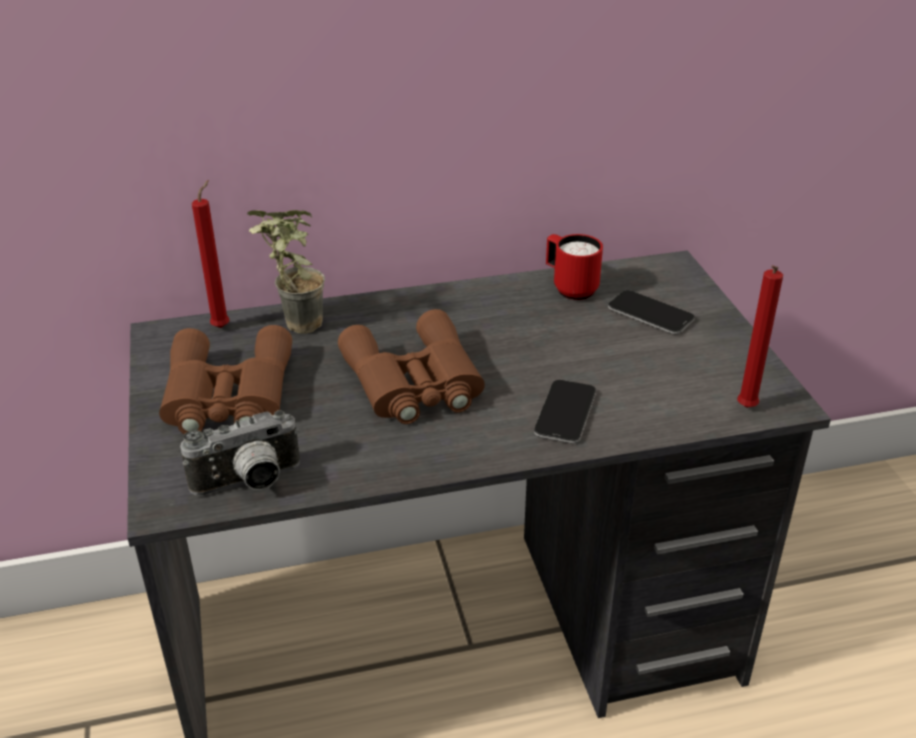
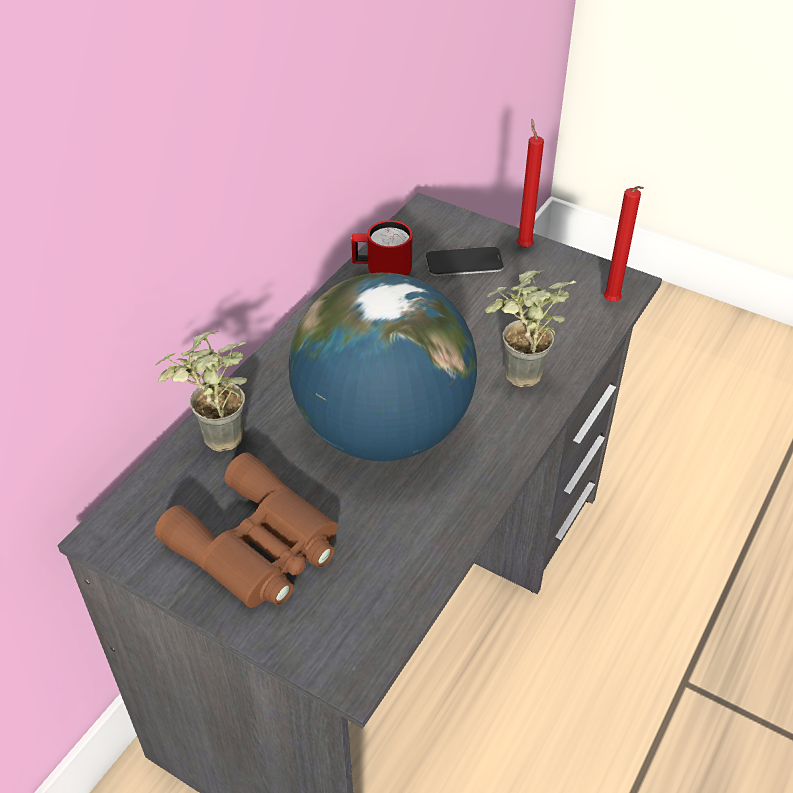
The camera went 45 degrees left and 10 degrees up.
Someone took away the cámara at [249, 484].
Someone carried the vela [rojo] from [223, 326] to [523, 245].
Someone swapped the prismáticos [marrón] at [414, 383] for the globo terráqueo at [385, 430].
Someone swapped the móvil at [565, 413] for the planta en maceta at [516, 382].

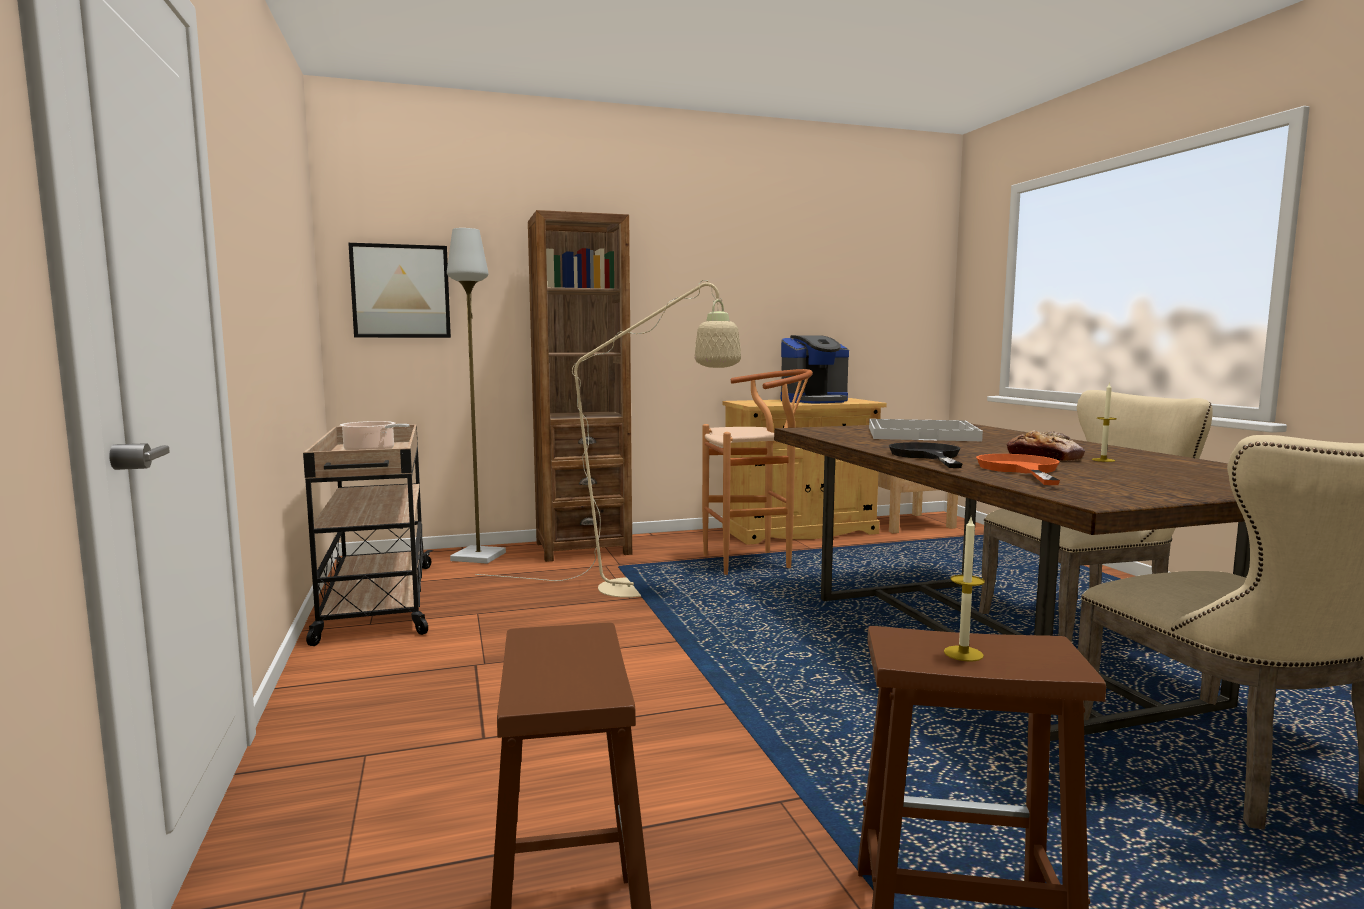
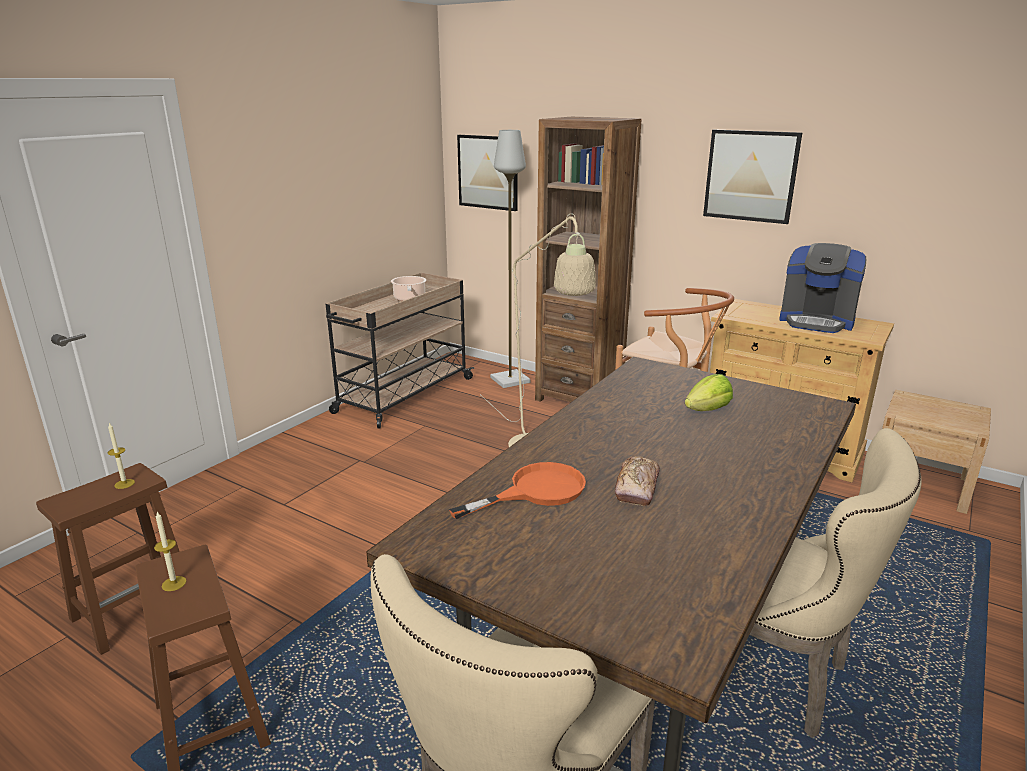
The camera went 50 degrees right and 15 degrees up.
Someone swapped the bandeja [blanco] at [922, 434] for the lechuga at [707, 410].
Someone took away the sartén [negro] at [927, 456].
Someone carried the vela from [1103, 460] to [124, 484].
Someone put up the cuadro at [750, 176].

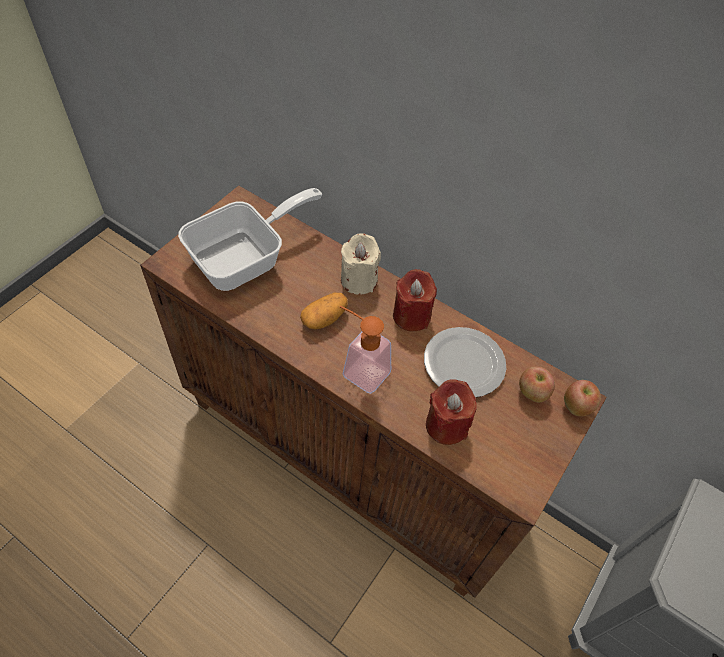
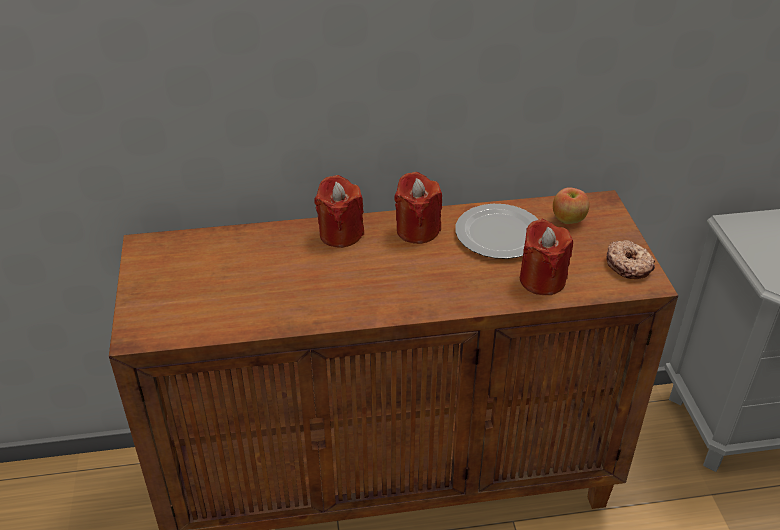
The camera went 40 degrees left and 15 degrees down.
Someone took away the sartén at [246, 259].
Someone took away the patata at [324, 318].
Someone took away the dispensador de jabón at [359, 369].
Someone repainted the vela [beis] at [359, 280], which became the vela [rojo] at [340, 234].
Someone took away the manzana at [576, 406].
Someone put down the rosquilla at [628, 265].

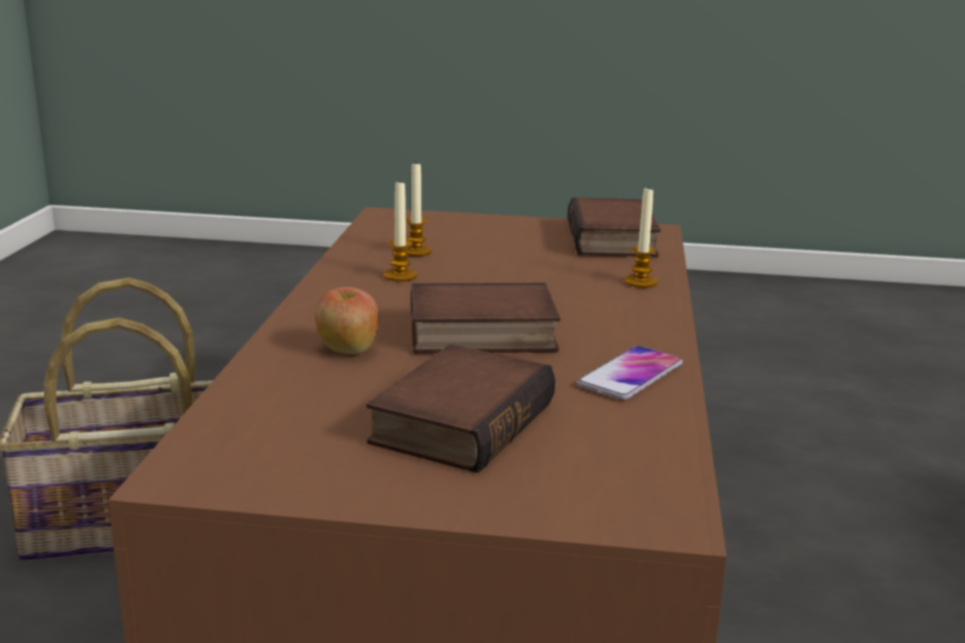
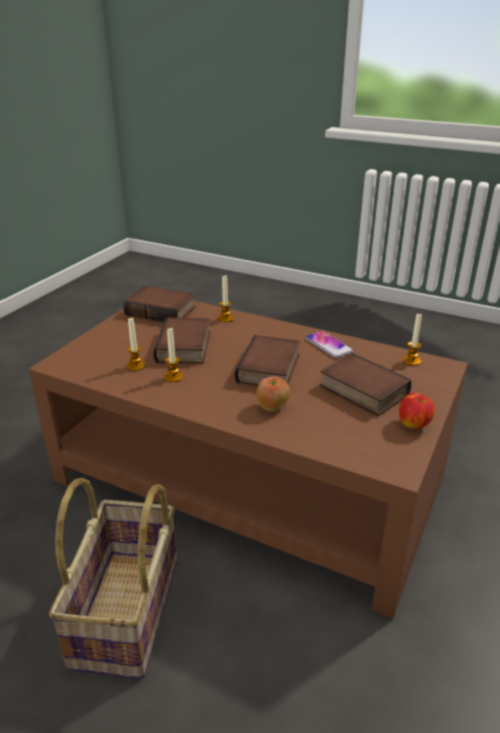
The camera went 70 degrees left and 10 degrees up.
Someone put down the libro at [185, 347].
Someone put down the manzana at [414, 424].
Someone put down the vela at [411, 361].

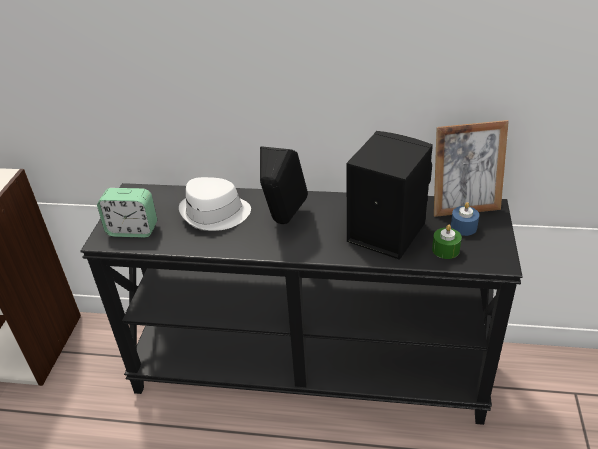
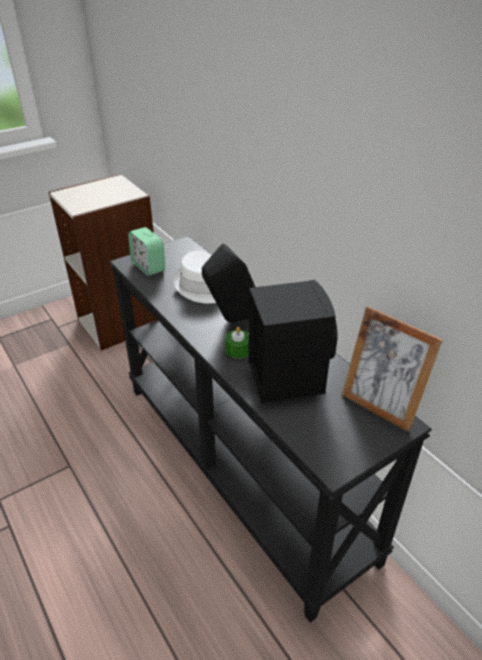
The camera went 45 degrees right and 0 degrees up.
Someone carried the vela [verde] from [445, 250] to [238, 350].
Someone took away the vela [azul] at [463, 227].

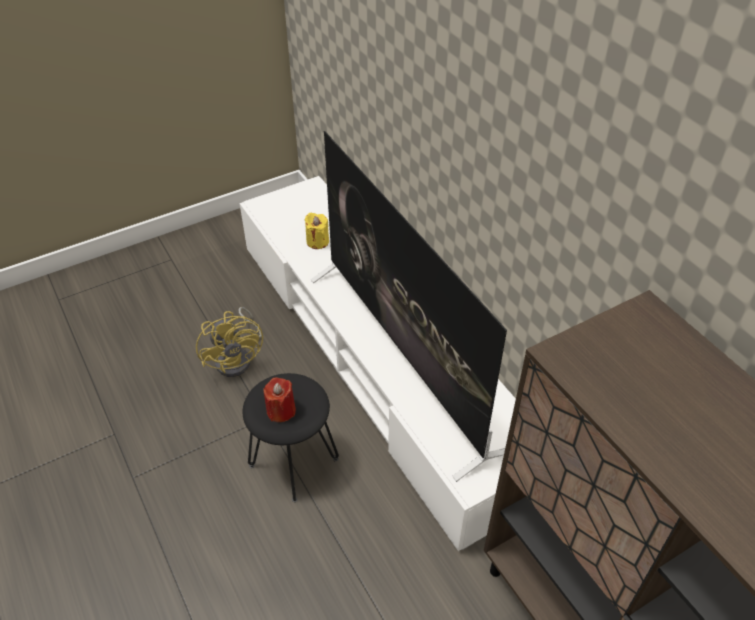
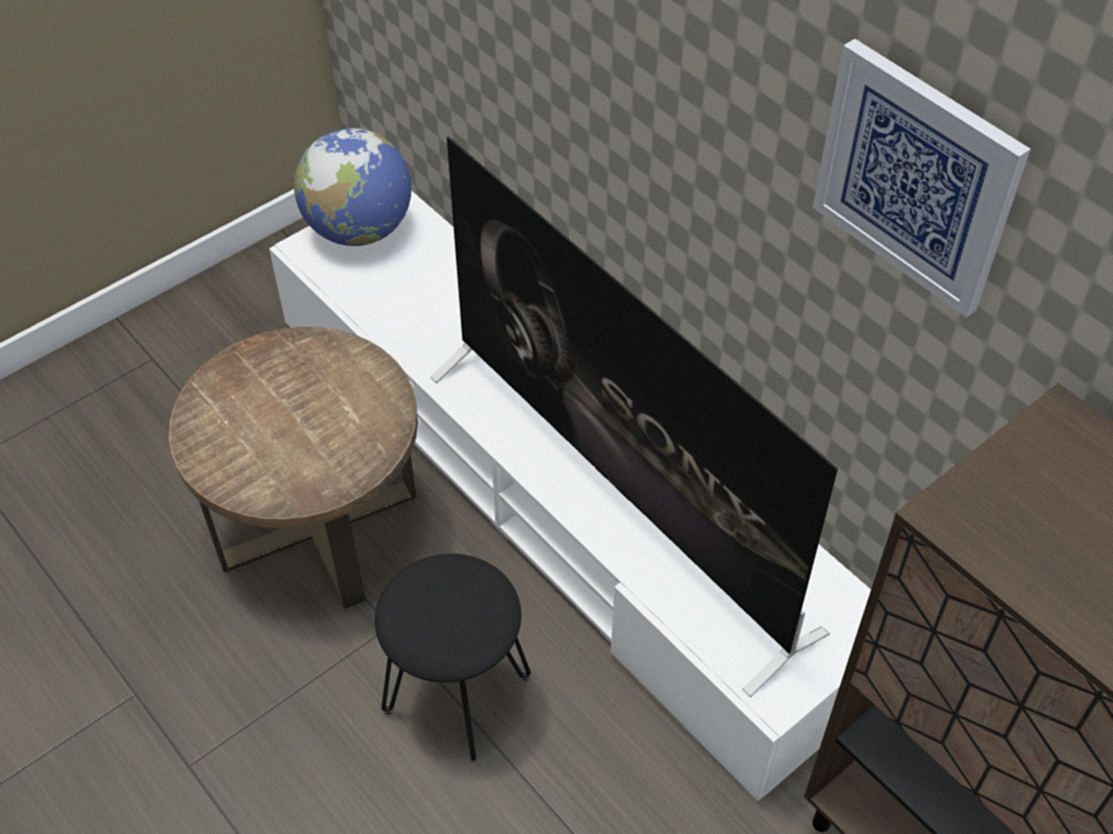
The camera went 10 degrees left and 5 degrees up.
Someone swapped the ventilador [amarillo] at [238, 358] for the mesa auxiliar [marrón] at [318, 526].
Someone took away the vela [rojo] at [281, 410].
Someone took away the vela [amarillo] at [317, 241].
Someone put down the globo terráqueo at [359, 230].
Someone put up the cuadro at [917, 177].

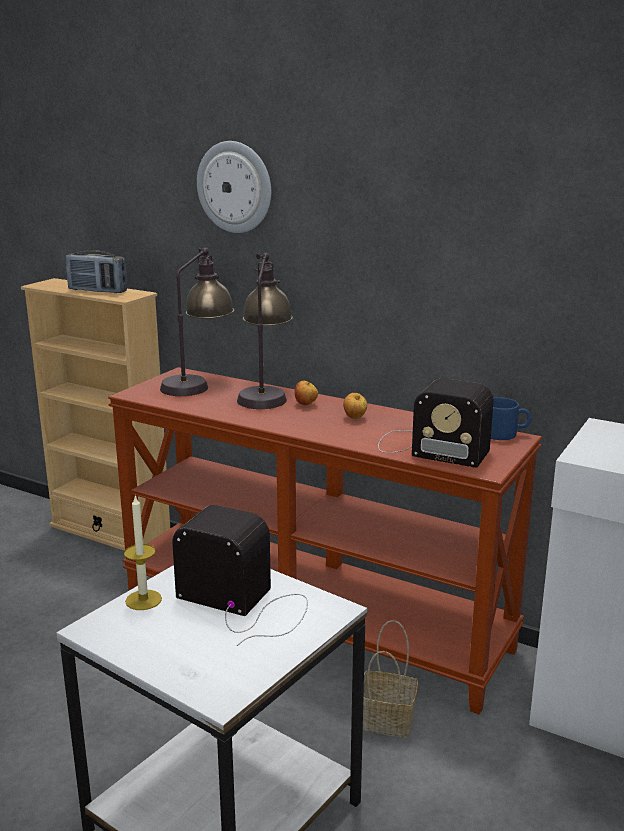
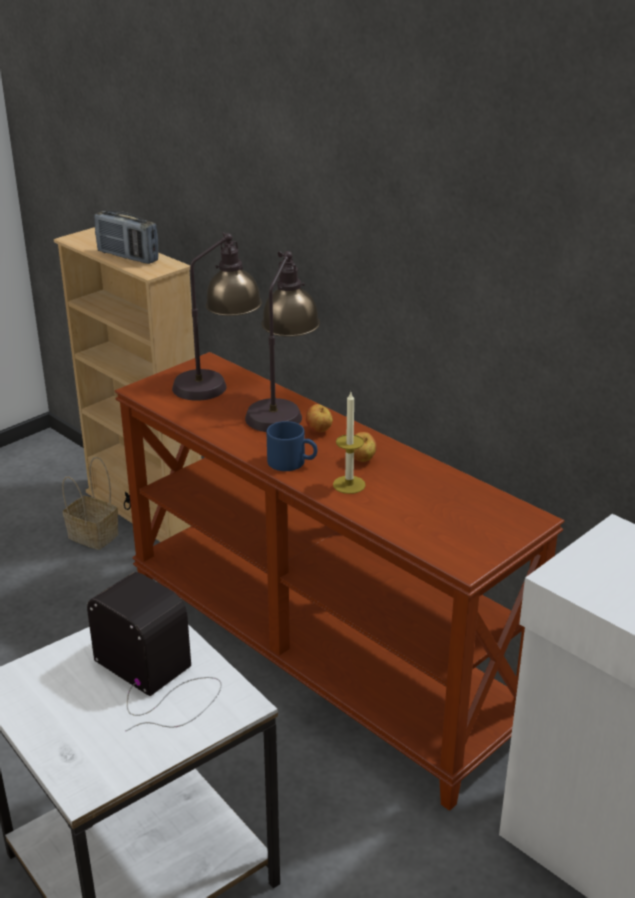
The camera went 15 degrees right and 10 degrees up.
Someone carried the vela from [143, 600] to [349, 484].
Someone took away the reloj de pared at [235, 187].
Someone carried the cesta from [384, 721] to [91, 536].
Someone took away the radio at [428, 447].
Someone carried the taza grande [azul] from [505, 433] to [292, 462].

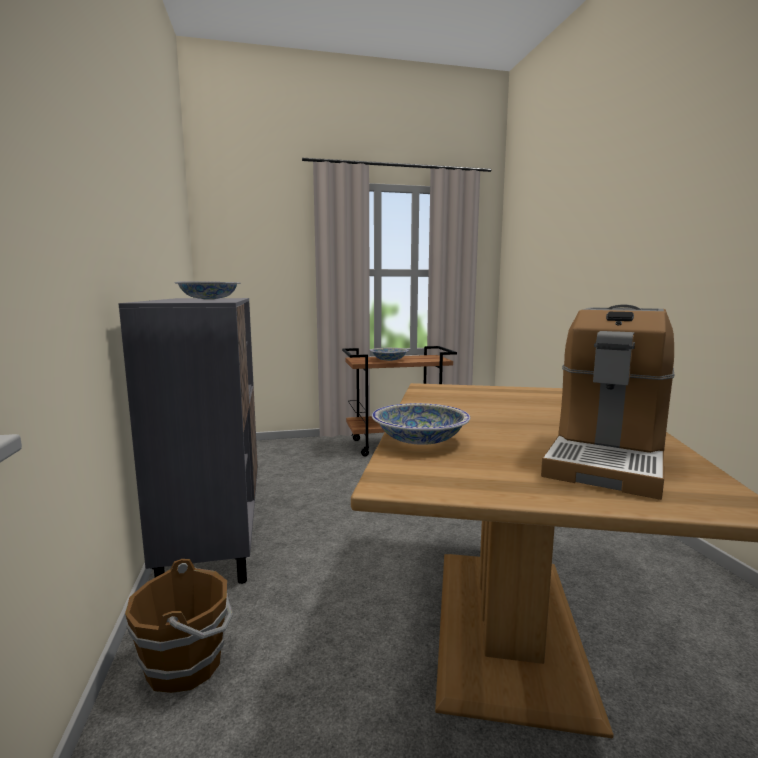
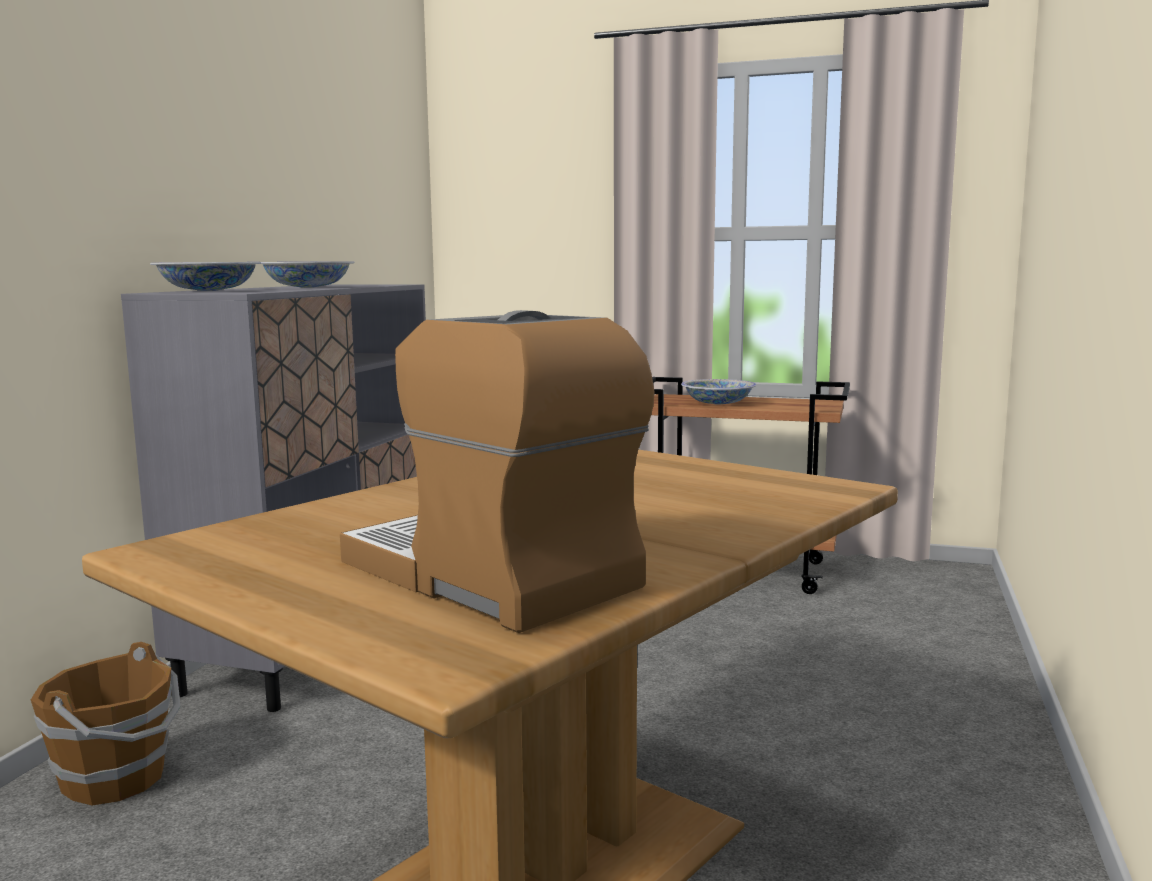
The camera went 30 degrees right and 0 degrees up.
Someone carried the cuenco from [420, 440] to [209, 291].
Someone rotated the cafetera at [607, 457] by 75 degrees clockwise.

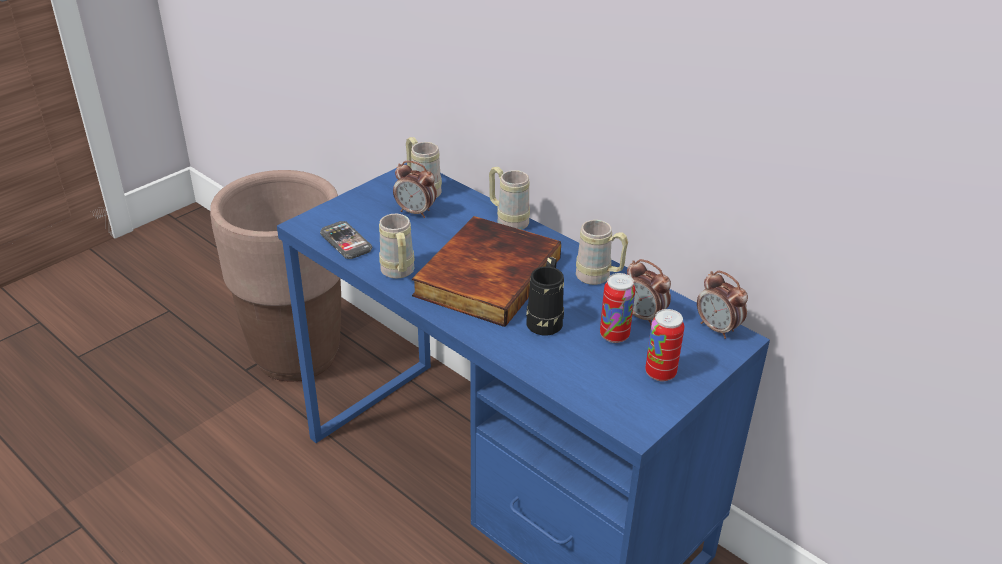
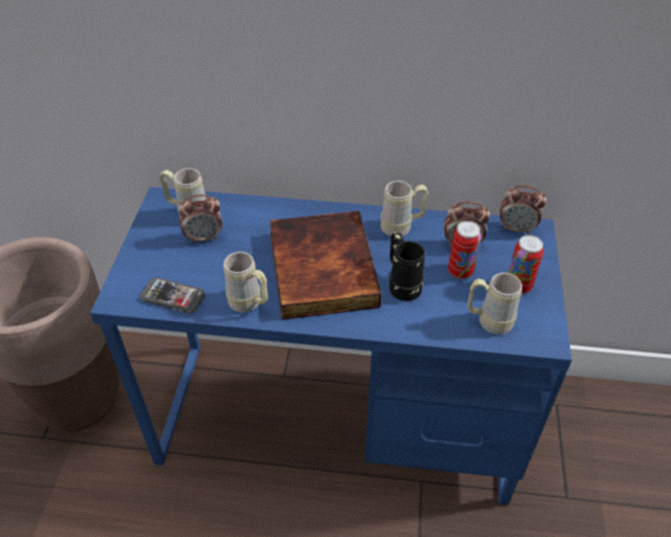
The camera went 35 degrees left and 10 degrees up.
Someone carried the taza grande [beis] from [508, 220] to [488, 321].

